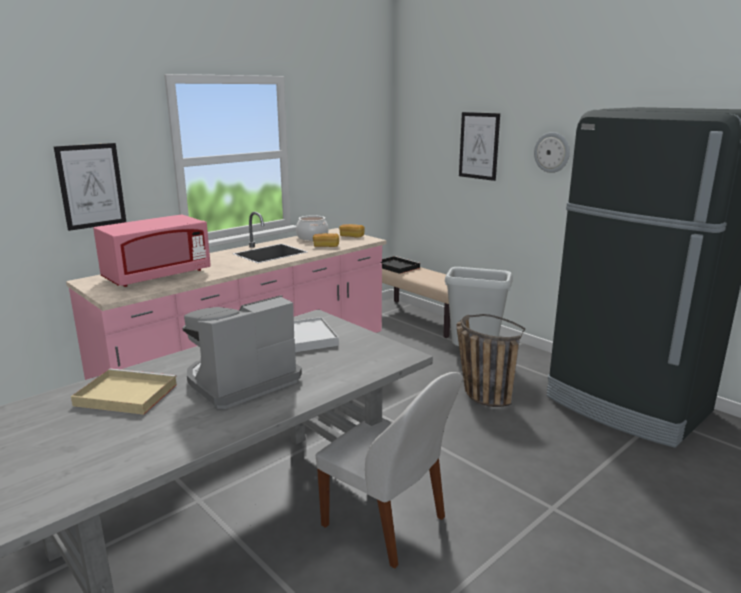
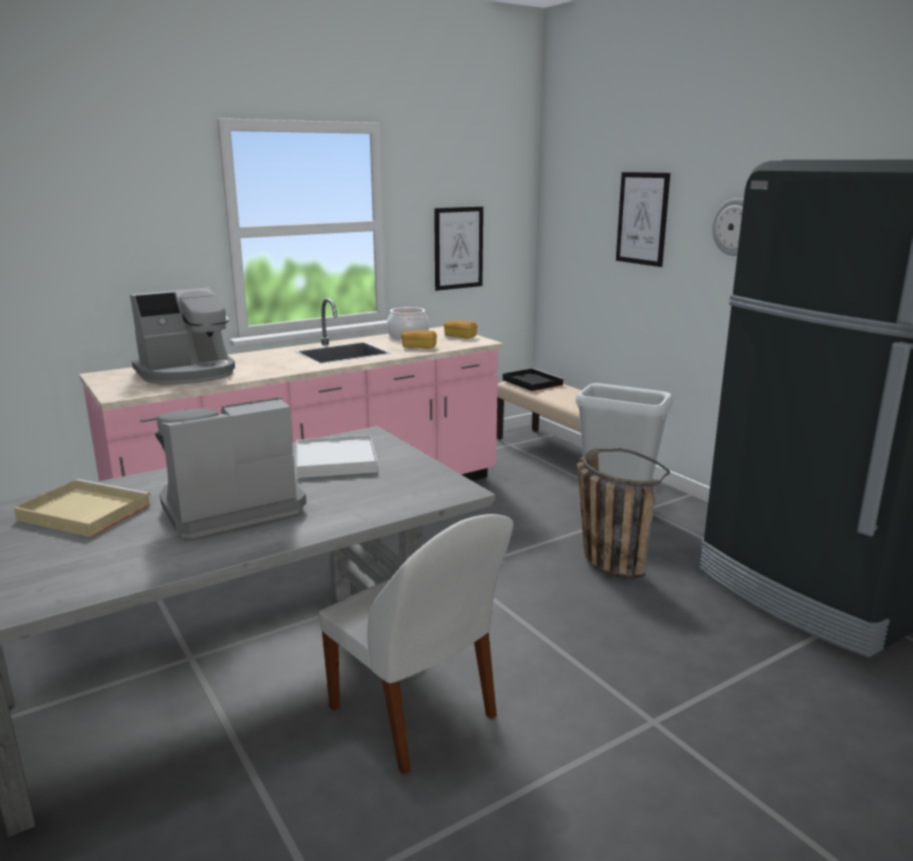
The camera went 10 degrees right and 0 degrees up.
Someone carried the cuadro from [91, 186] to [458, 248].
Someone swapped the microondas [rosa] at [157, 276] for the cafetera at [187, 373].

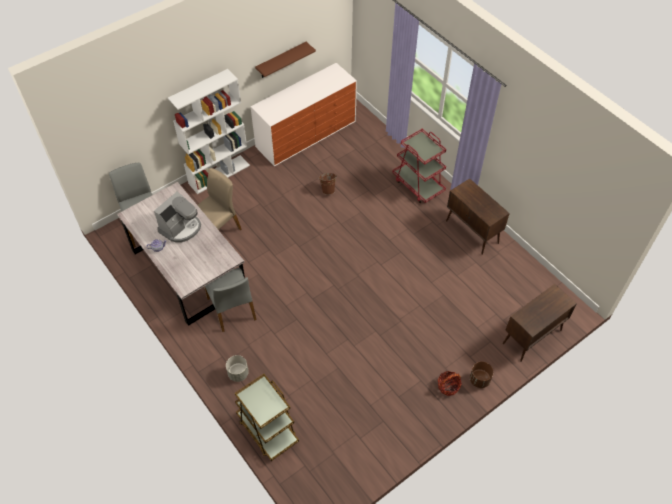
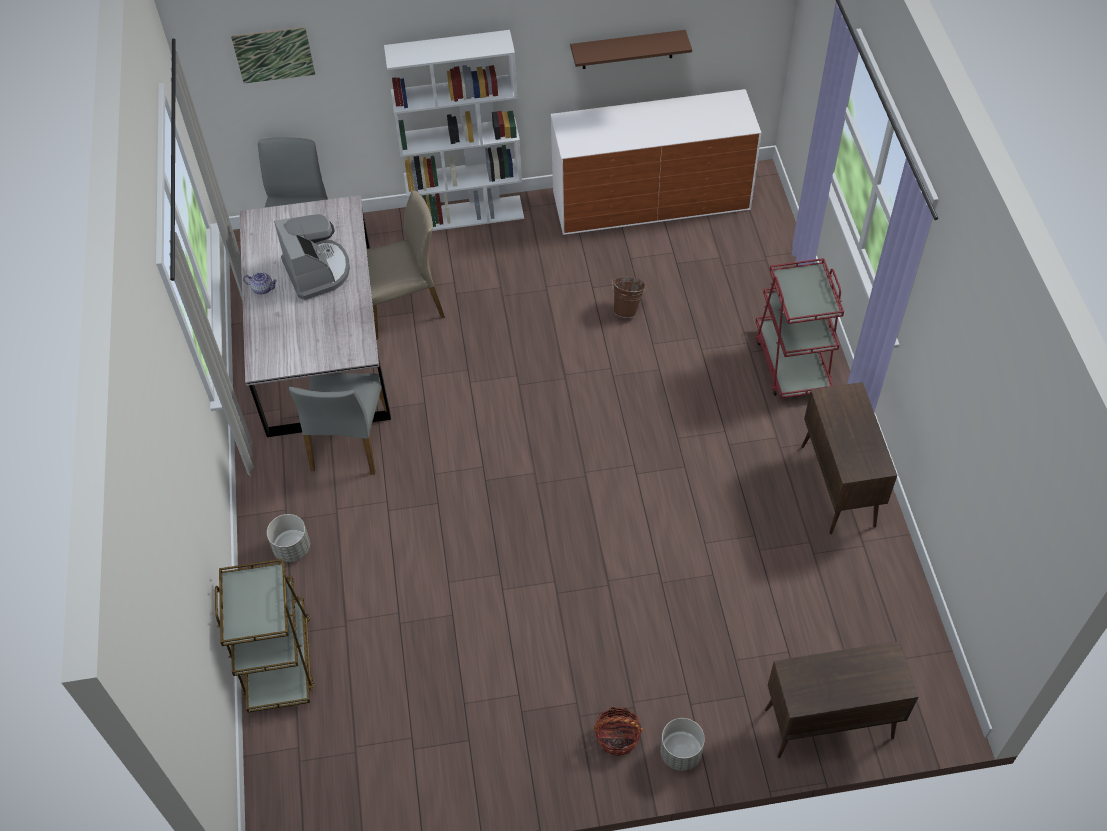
The camera went 30 degrees right and 0 degrees up.
Someone rotated the cafetera at [181, 228] by 90 degrees counterclockwise.
Someone repainted the maceta [marrón] at [479, 380], which became the maceta [gris] at [680, 753].
Someone put up the cuadro at [274, 55].

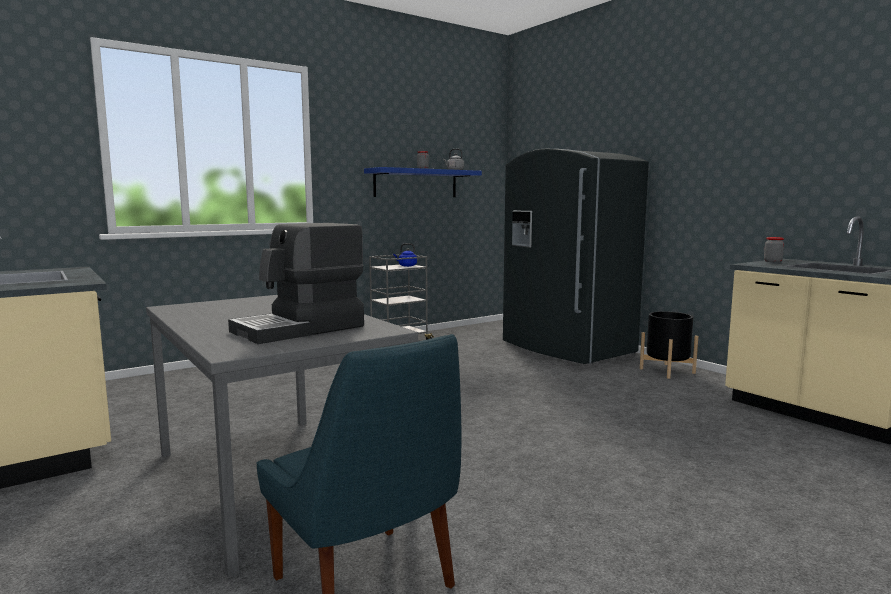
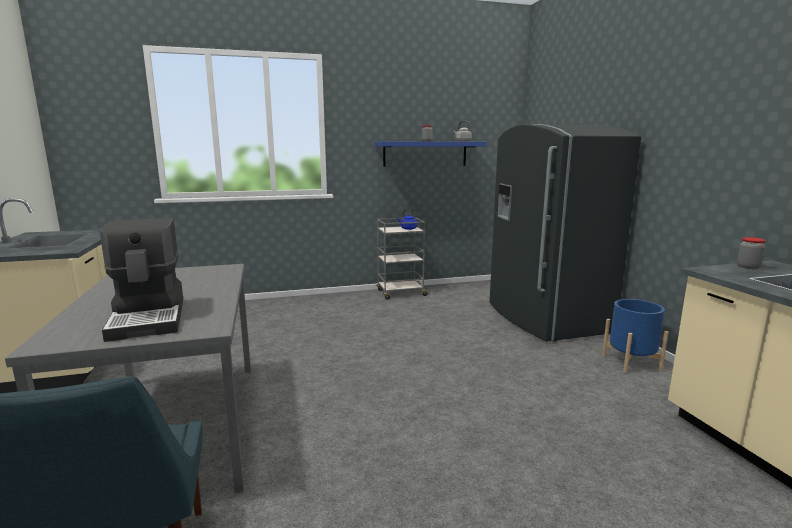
The camera went 20 degrees right and 5 degrees up.
Someone rotated the cafetera at [300, 329] by 90 degrees counterclockwise.
Someone repainted the maceta [negro] at [667, 371], which became the maceta [azul] at [631, 362].

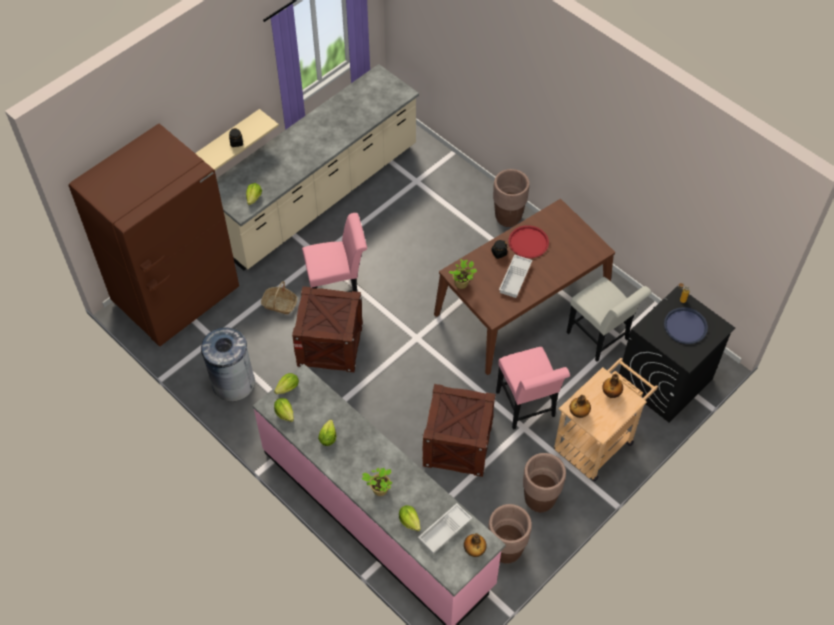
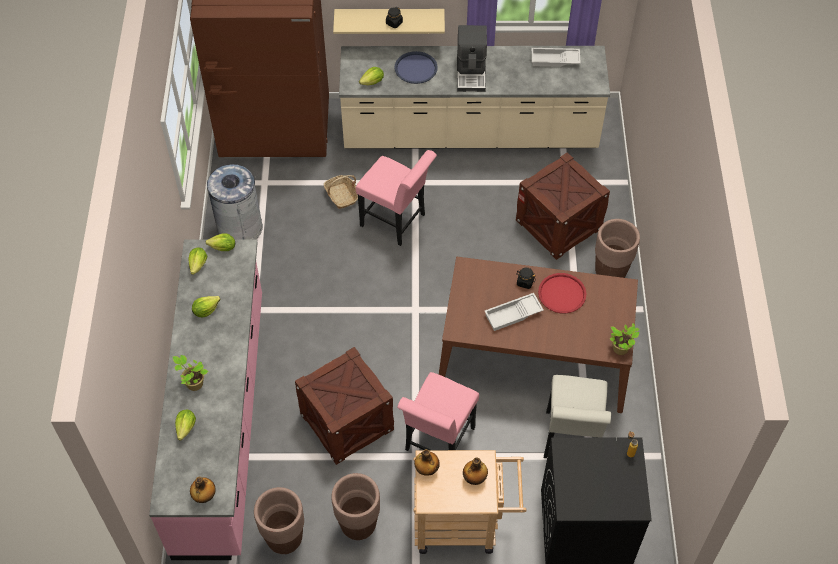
The camera went 45 degrees right and 0 degrees up.
Someone carried the caja de embalaje from [330, 345] to [558, 224].
Someone carried the bandeja [blanco] from [445, 531] to [554, 60].
Someone carried the planta en maceta from [462, 284] to [621, 349].
Someone carried the bandeja [azul] from [685, 326] to [416, 68].
Someone put down the cafetera at [471, 73].

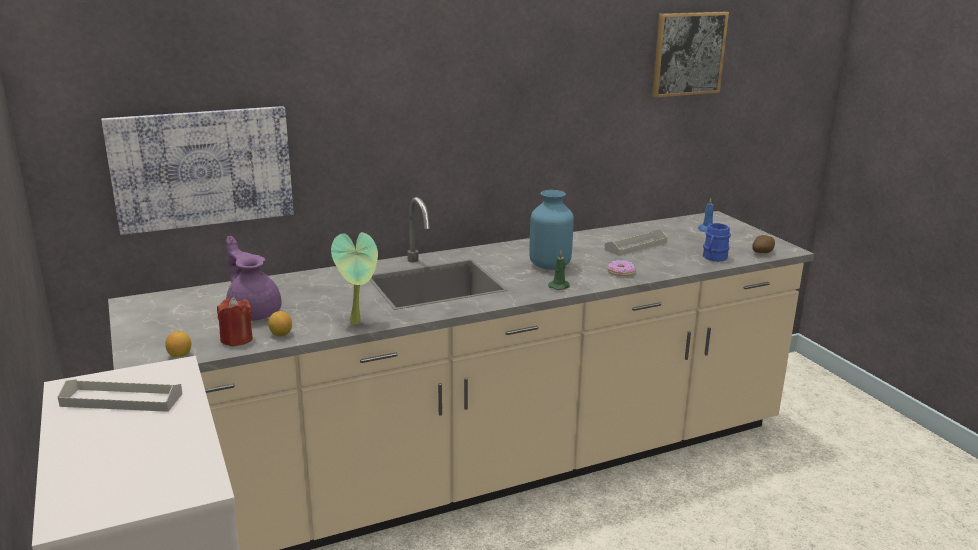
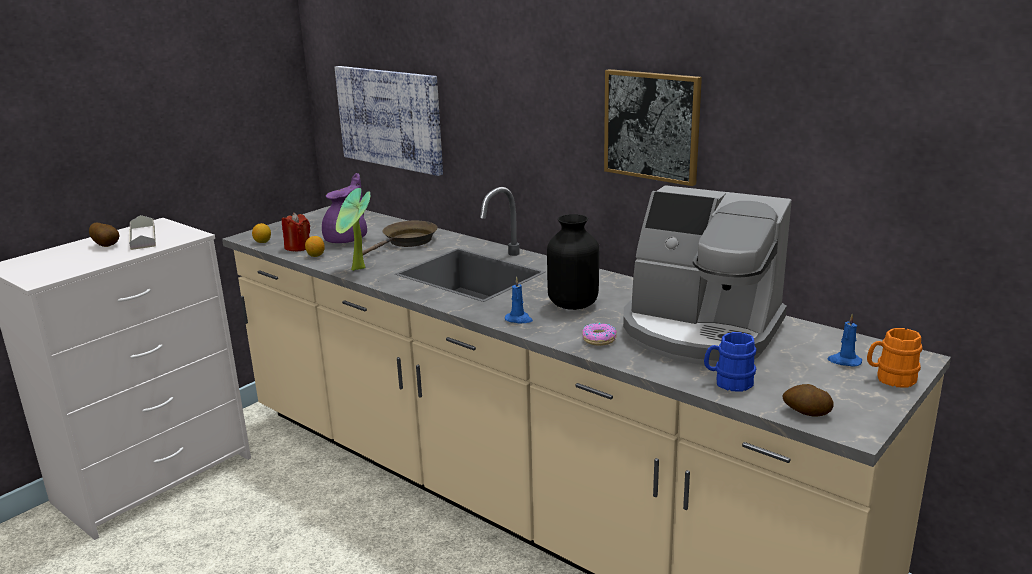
The camera went 65 degrees right and 0 degrees up.
Someone repainted the florero [azul] at [550, 265], which became the florero [negro] at [574, 304].
Someone repainted the vela [verde] at [559, 286], which became the vela [azul] at [519, 319].
Someone swapped the bandeja [gris] at [636, 246] for the cafetera at [700, 332].
Someone carried the cuadro from [688, 54] to [652, 126].
Someone put down the patata at [107, 245].
Someone put down the sartén [marrón] at [407, 242].
Someone put down the taza grande [naranja] at [890, 378].

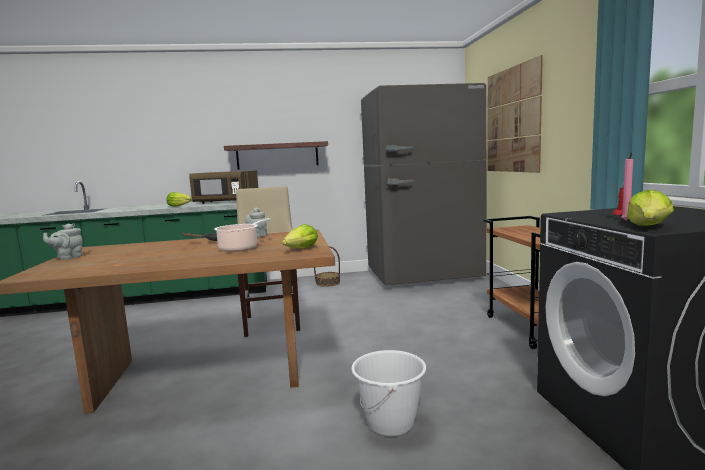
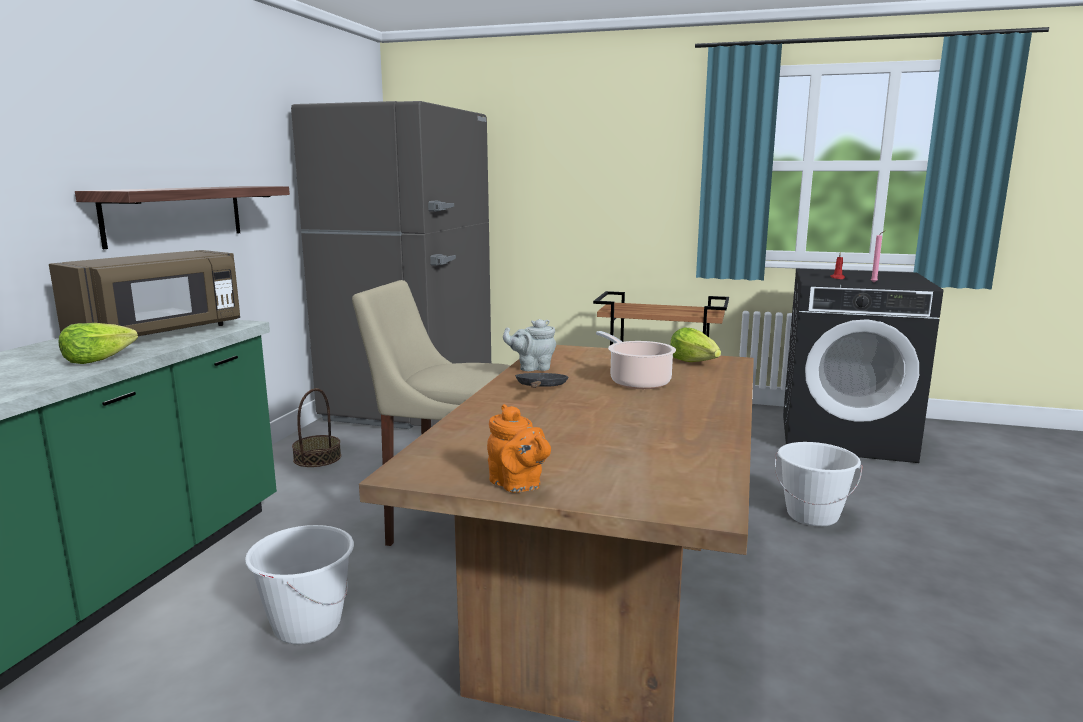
The camera went 65 degrees left and 5 degrees up.
Someone repainted the tetera [gris] at [68, 257], which became the tetera [naranja] at [518, 485].
Someone took away the cuadro at [512, 120].
Someone took away the lechuga at [649, 227].
Someone put down the cubo [blanco] at [307, 625].

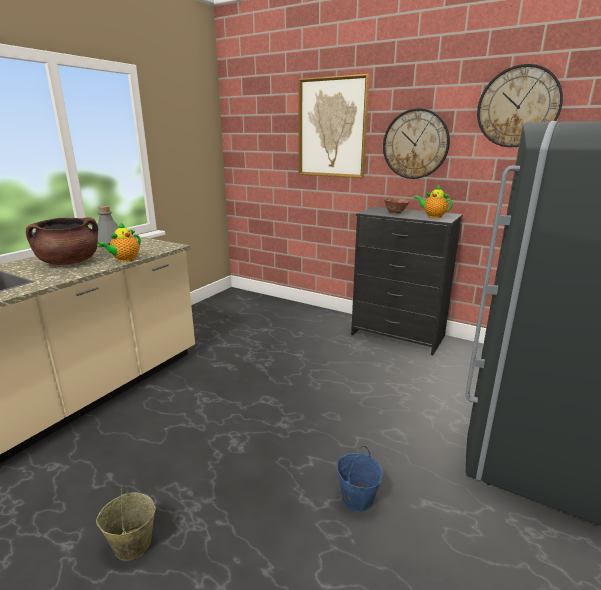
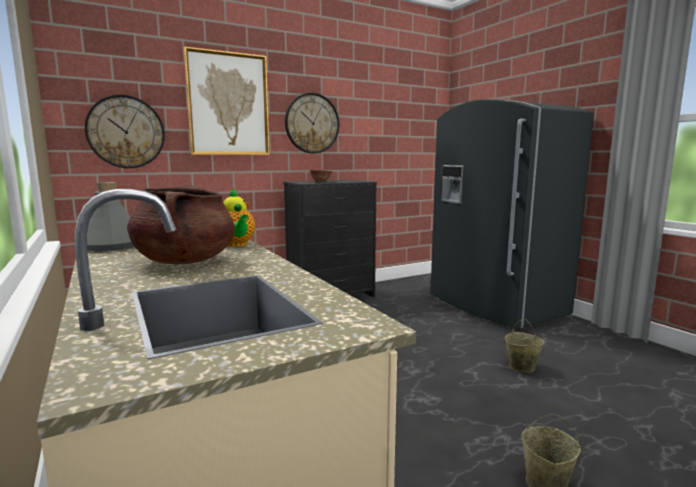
The camera went 60 degrees left and 10 degrees down.
Someone repainted the cubo [azul] at [356, 498], which became the cubo [beis] at [521, 367].
Someone took away the tetera at [433, 216].
Someone carried the reloj de pared from [518, 107] to [126, 132].

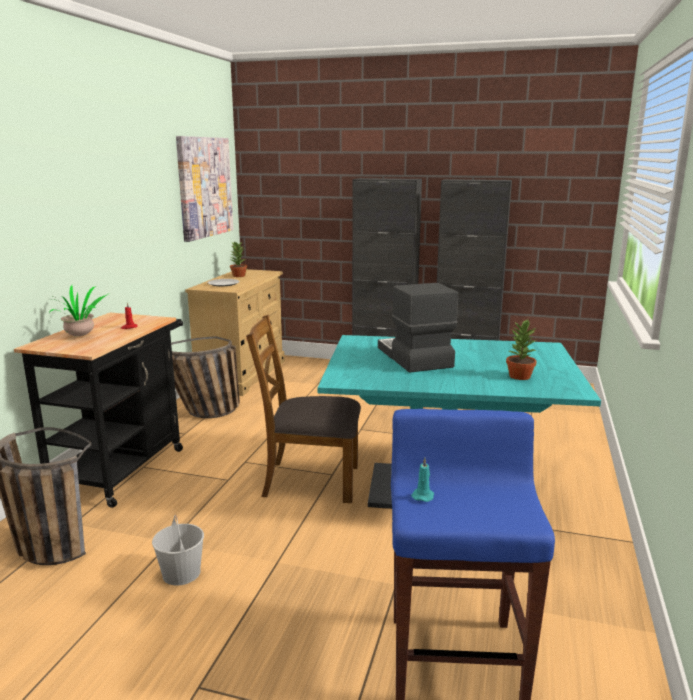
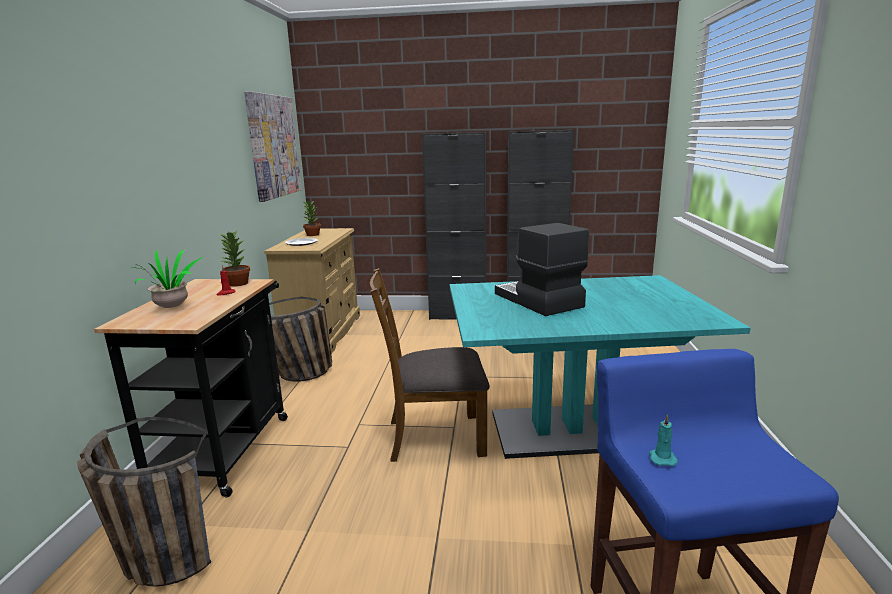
The camera went 10 degrees left and 0 degrees up.
Someone took away the cubo [blanco] at [181, 572].
Someone carried the planta en maceta from [519, 376] to [237, 284].

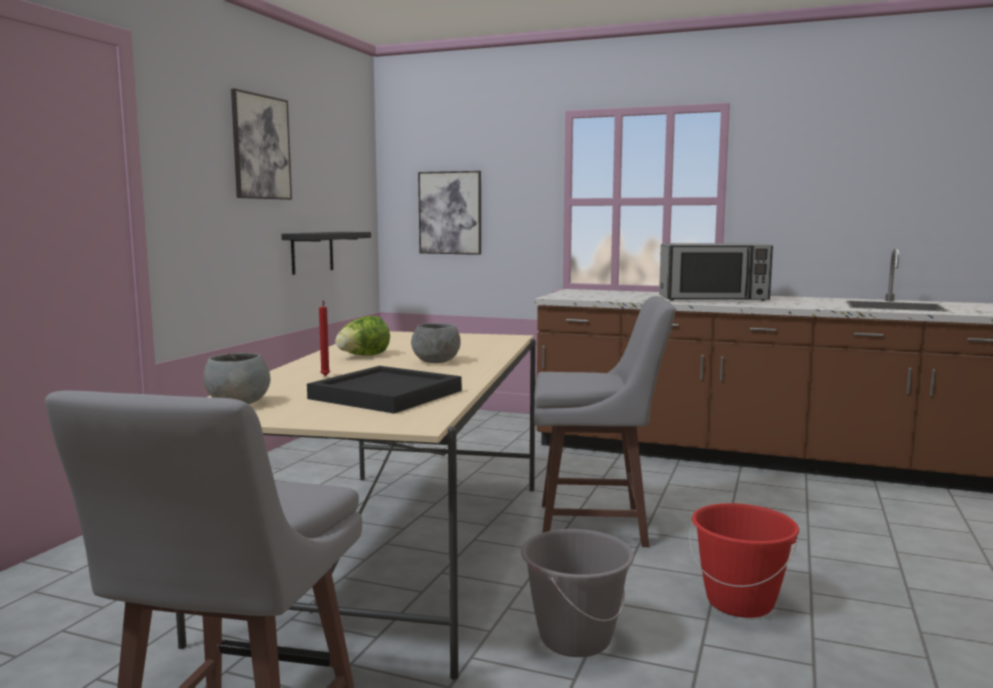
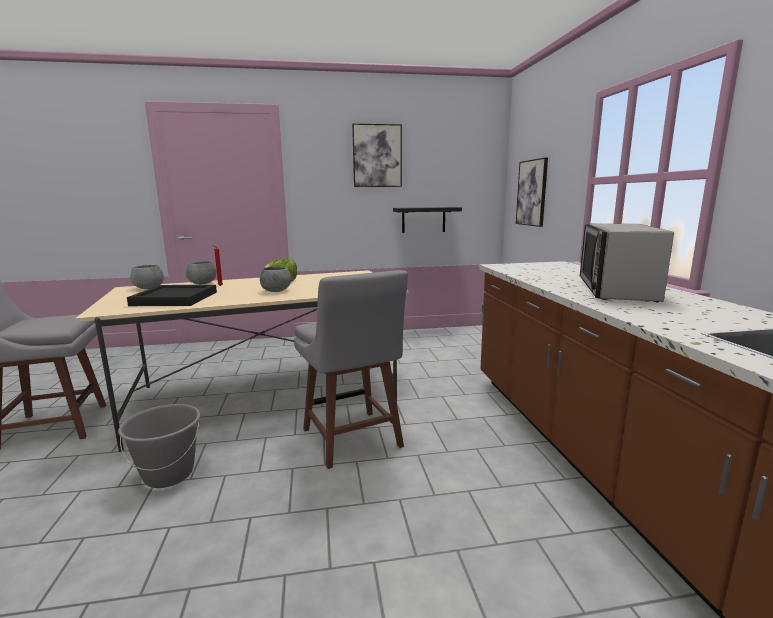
The camera went 60 degrees right and 5 degrees up.
Someone rotated the microondas at [713, 298] by 45 degrees clockwise.
Someone took away the cubo [rojo] at [740, 602].
Someone put down the cuenco [gris] at [202, 283].

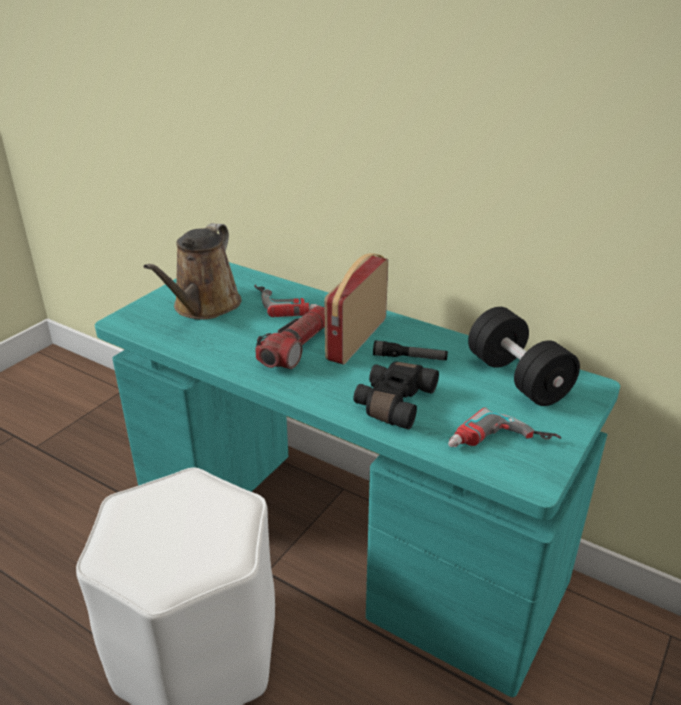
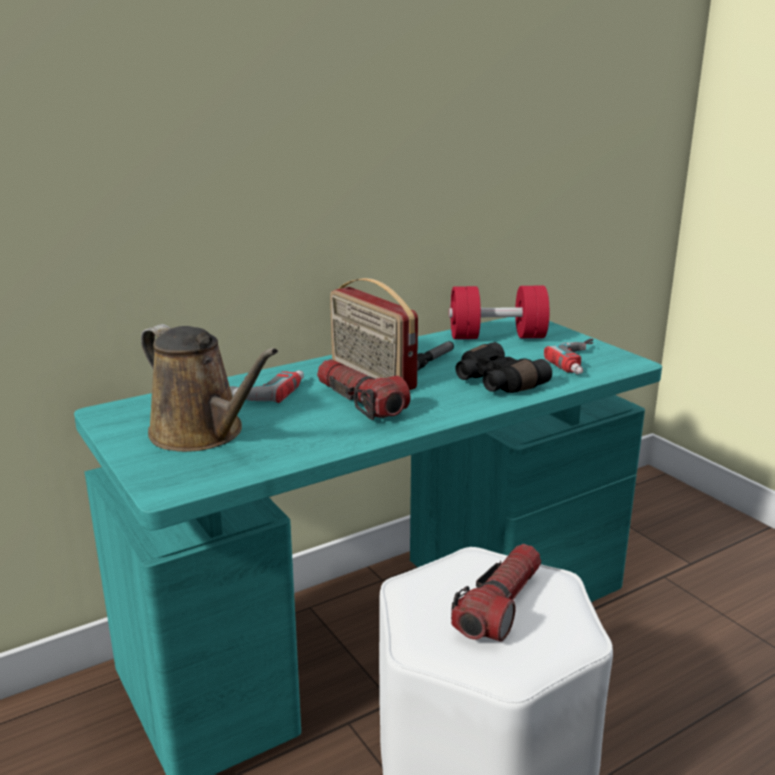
The camera went 65 degrees left and 10 degrees down.
Someone repainted the mancuerna [negro] at [517, 378], which became the mancuerna [rojo] at [497, 337].
Someone put down the linterna at [500, 606].

